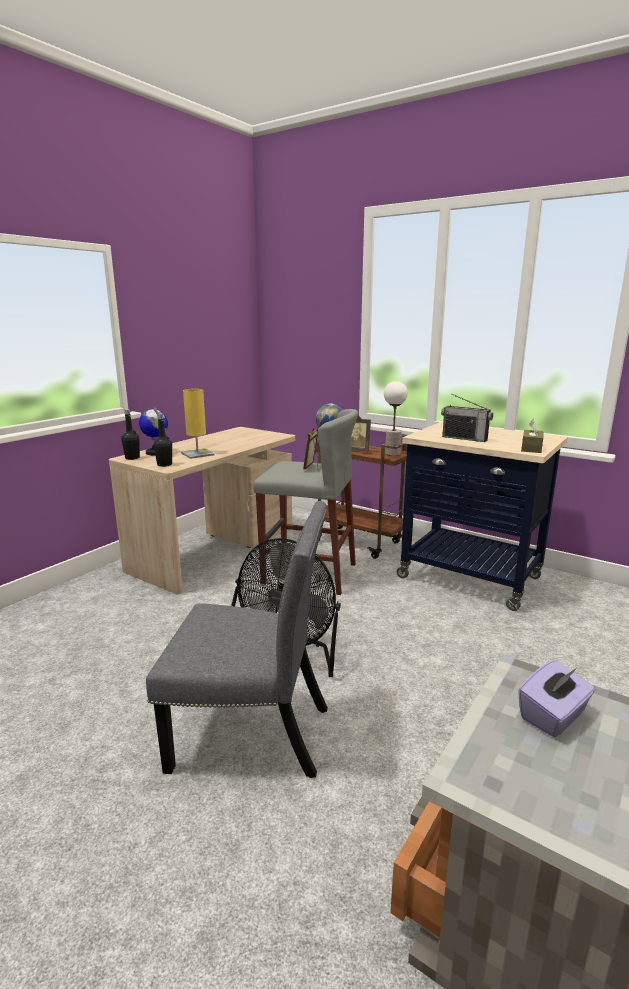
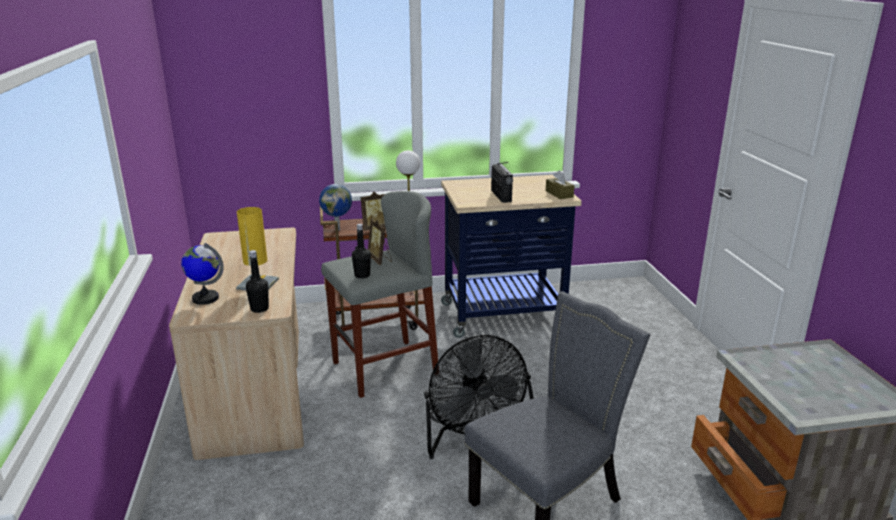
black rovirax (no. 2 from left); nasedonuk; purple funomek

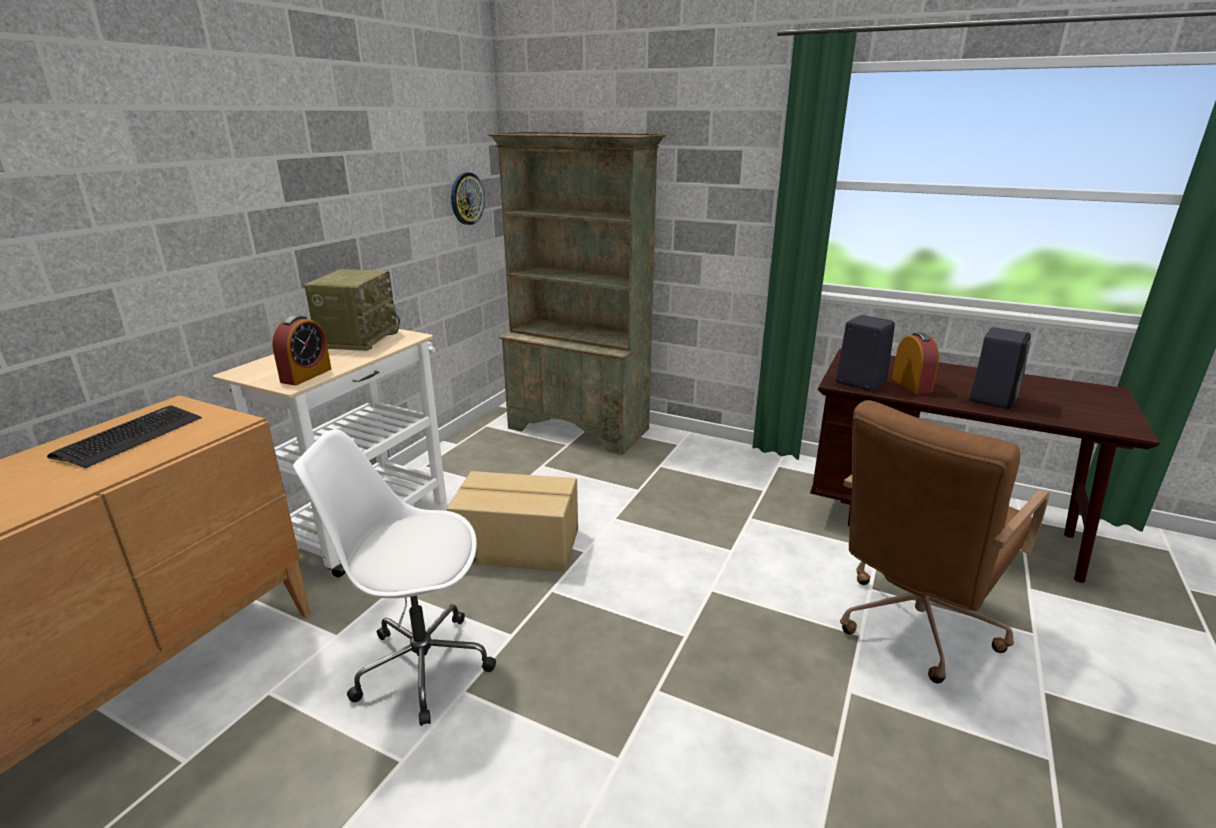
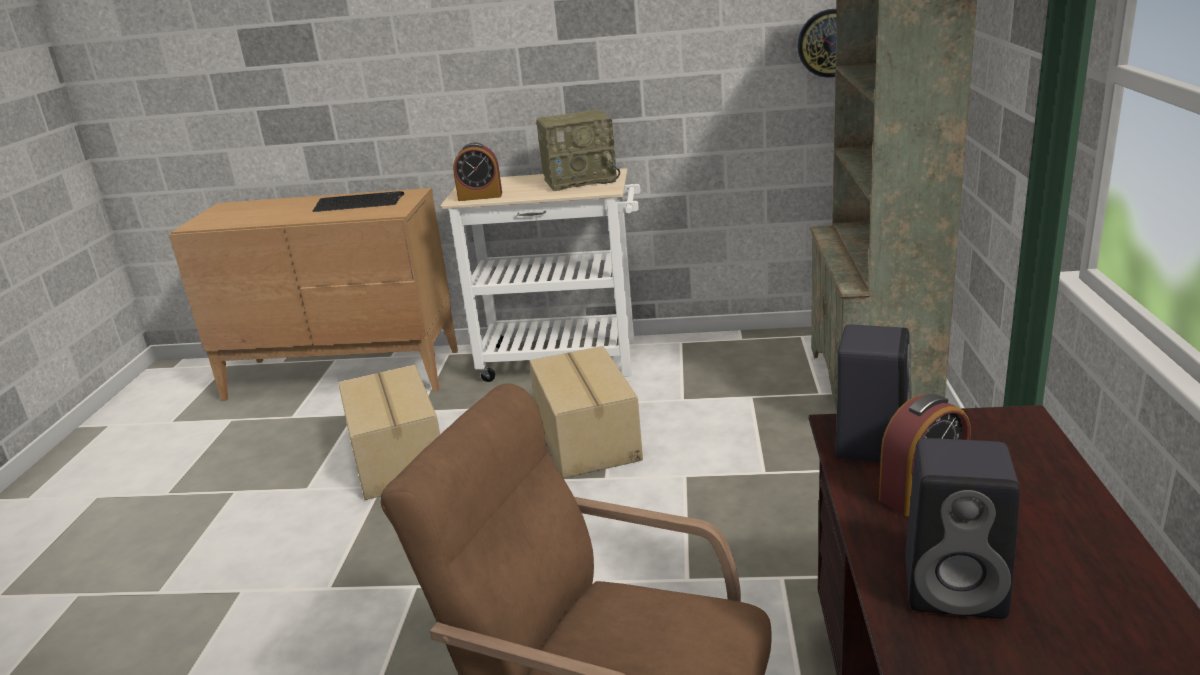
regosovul (no. 1 from left)

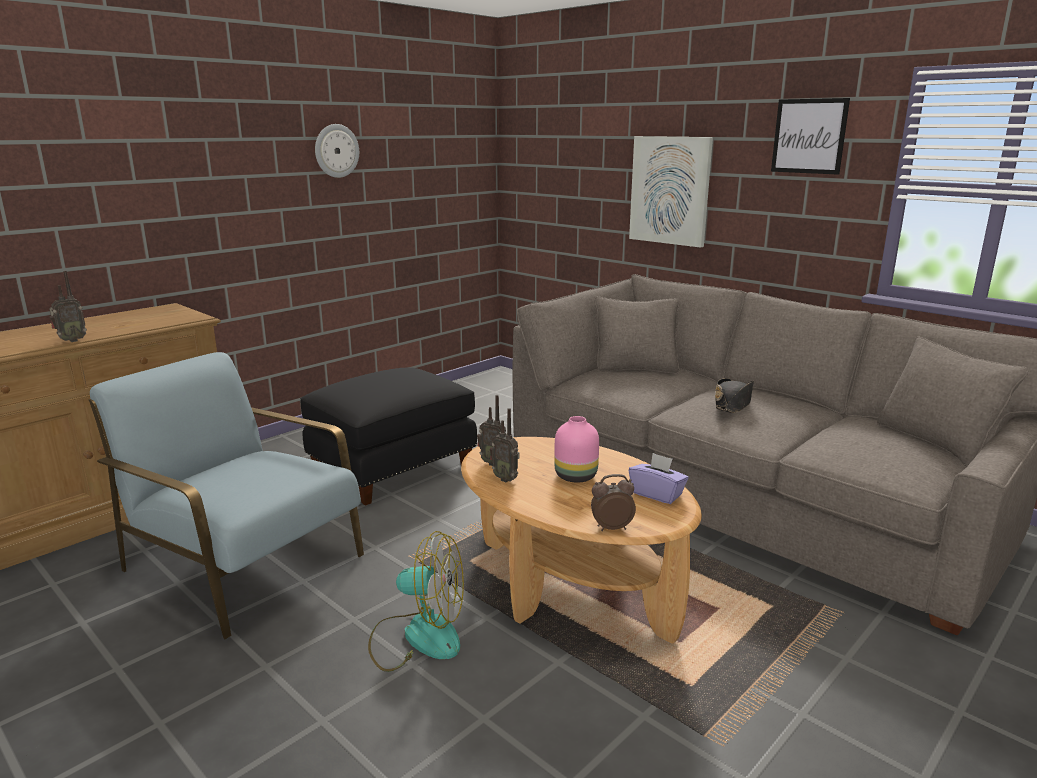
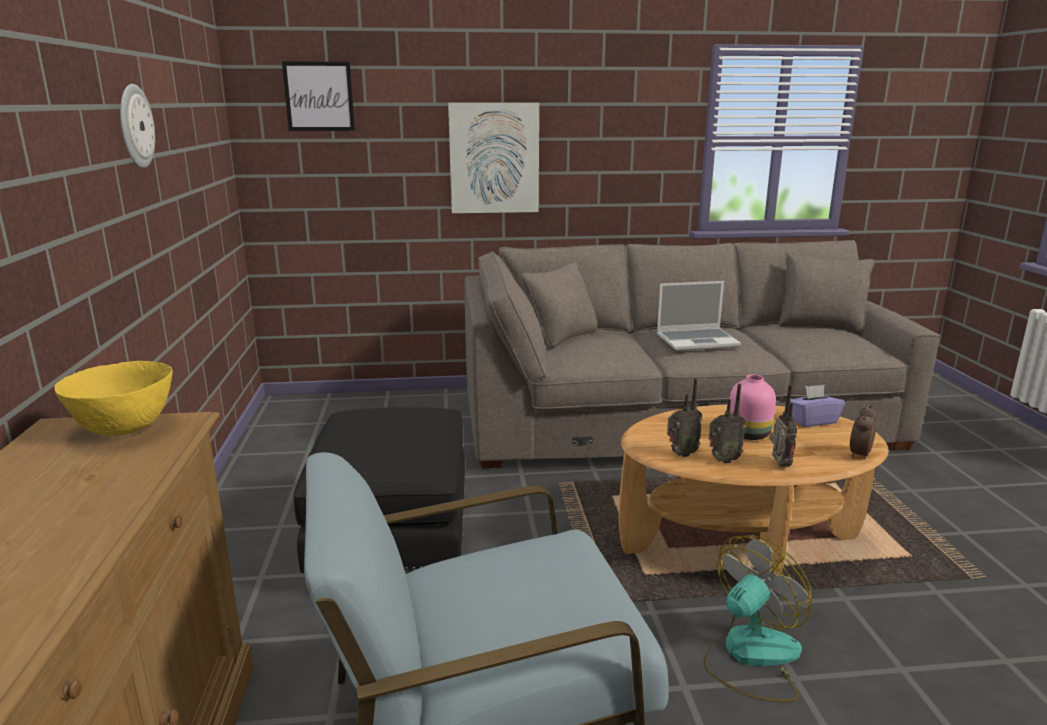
nasedonuk (no. 3 from left); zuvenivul; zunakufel (no. 1 from left); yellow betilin

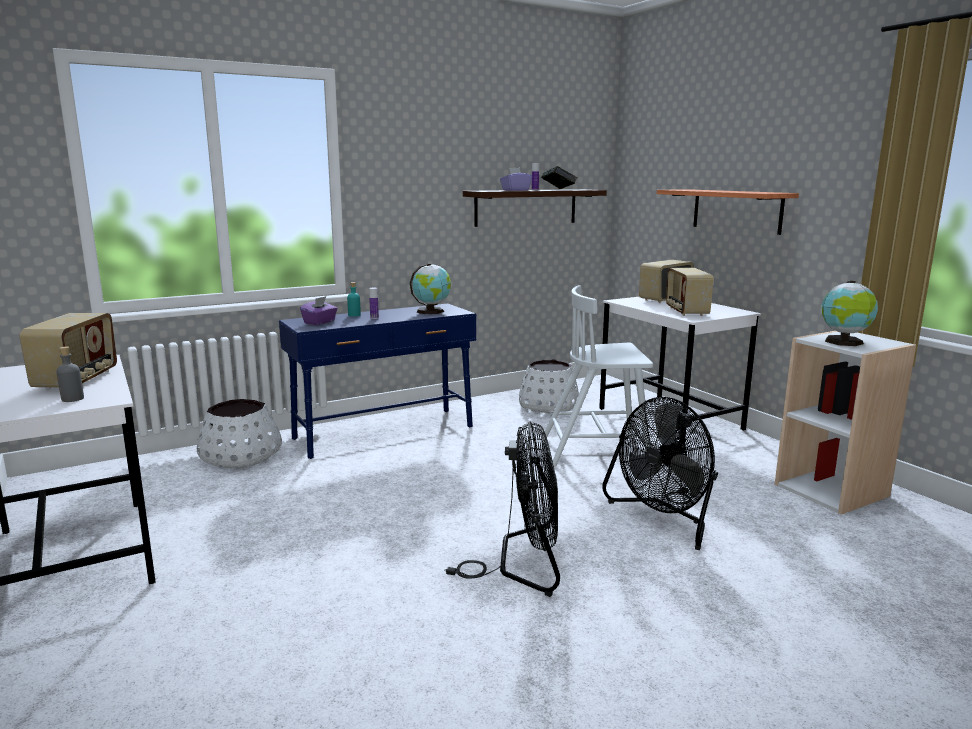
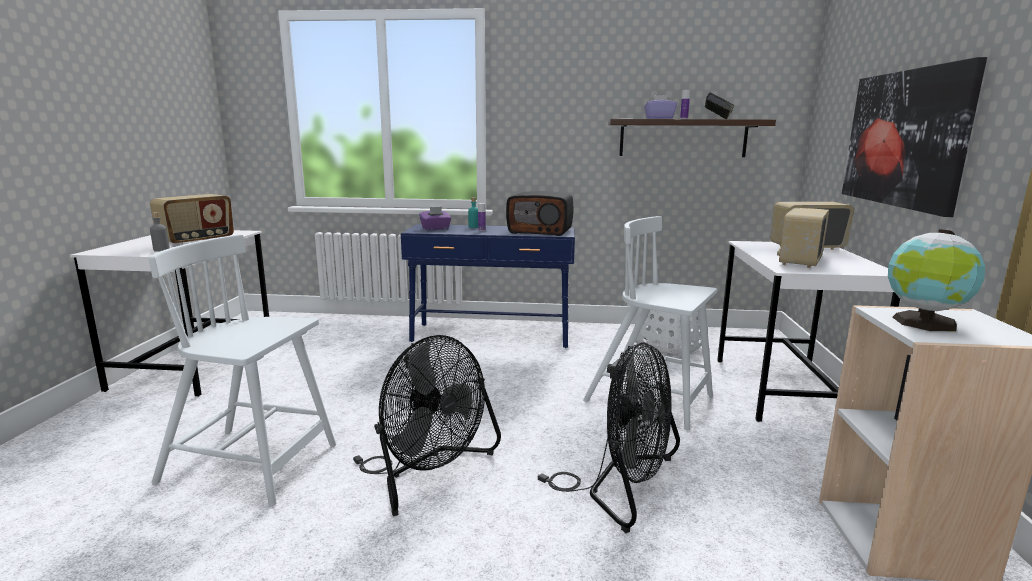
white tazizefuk (no. 1 from left in the first image); nasedonuk (no. 2 from left); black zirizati (no. 2 from left); zunakufel; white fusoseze (no. 1 from left)

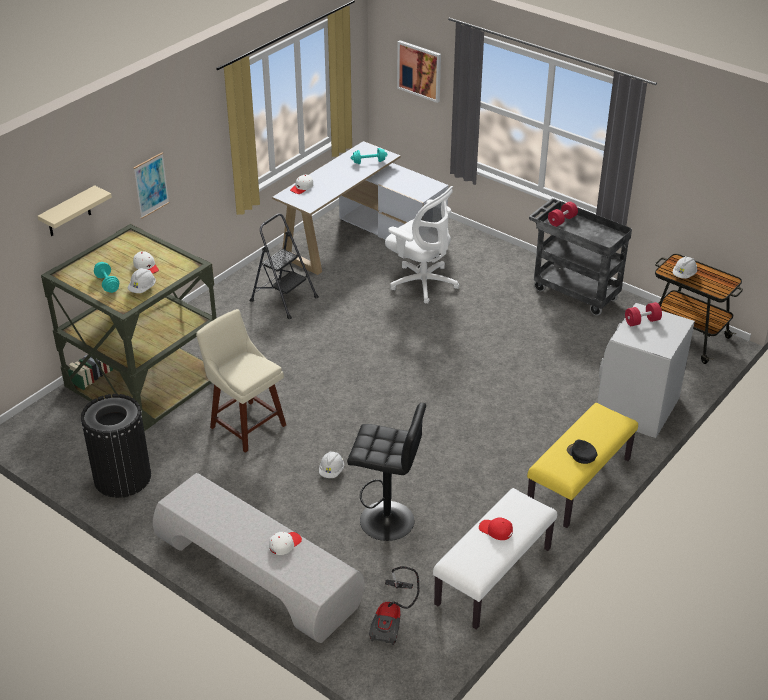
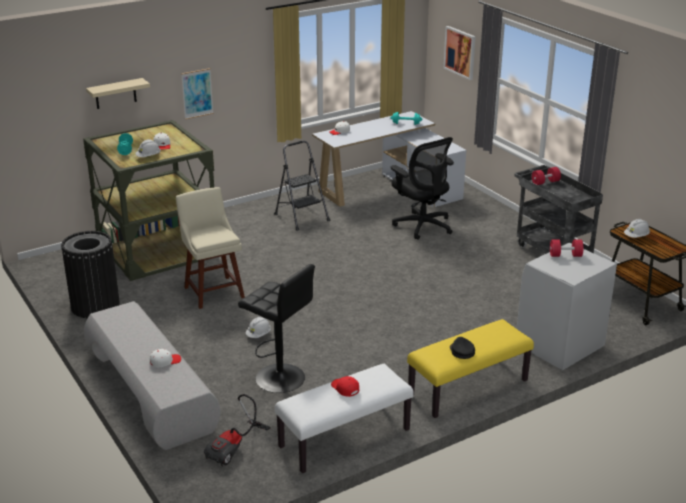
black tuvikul

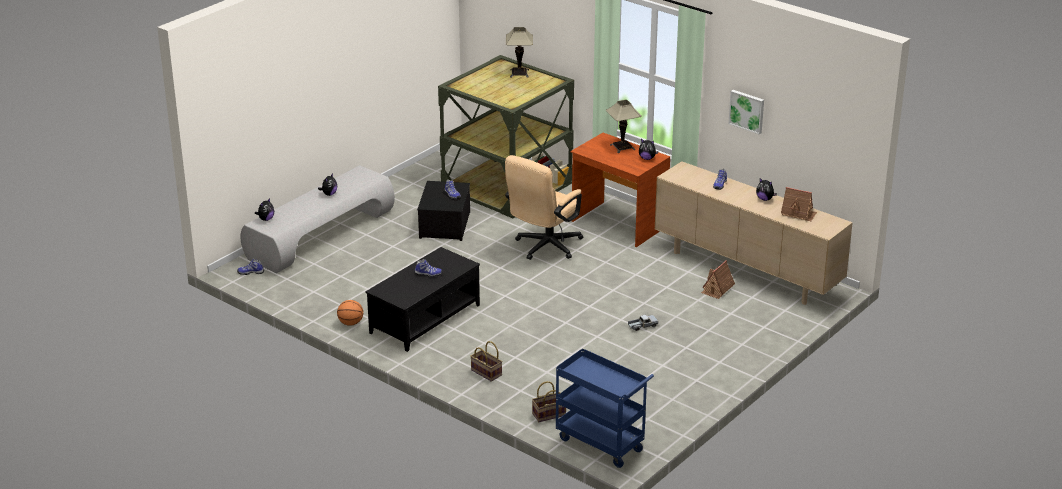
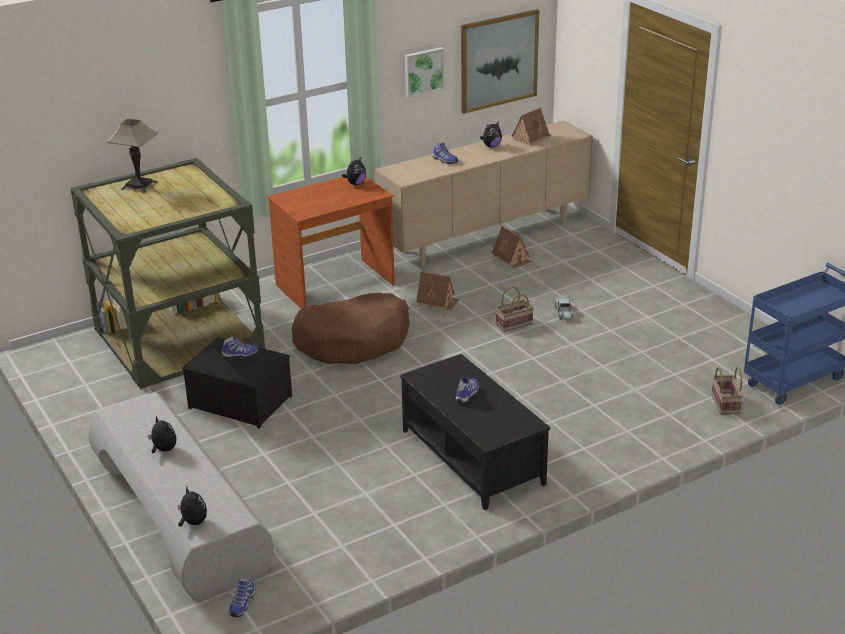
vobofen; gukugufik (no. 1 from left); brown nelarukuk; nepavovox (no. 2 from left in the first image); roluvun (no. 1 from left); zunakufel (no. 2 from left)

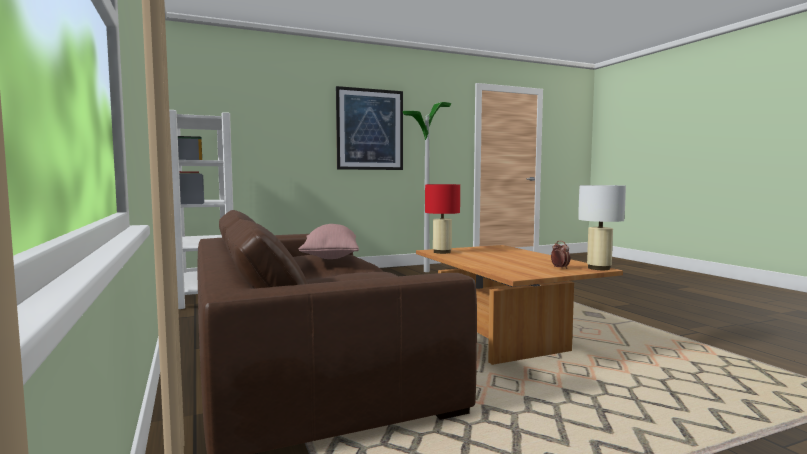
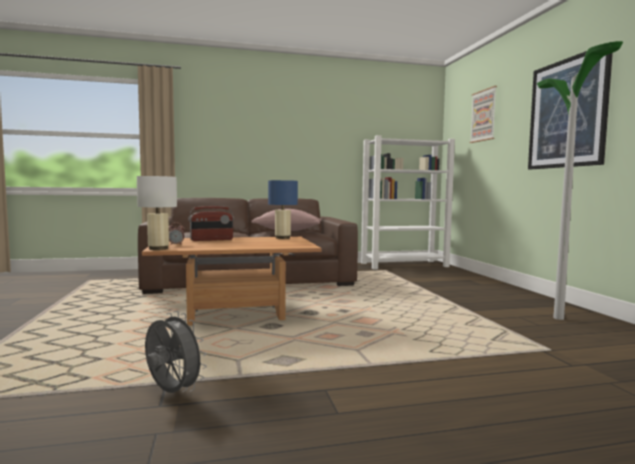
blue nepavovox; grey zirizati; nasedonuk; zunakufel (no. 1 from left)

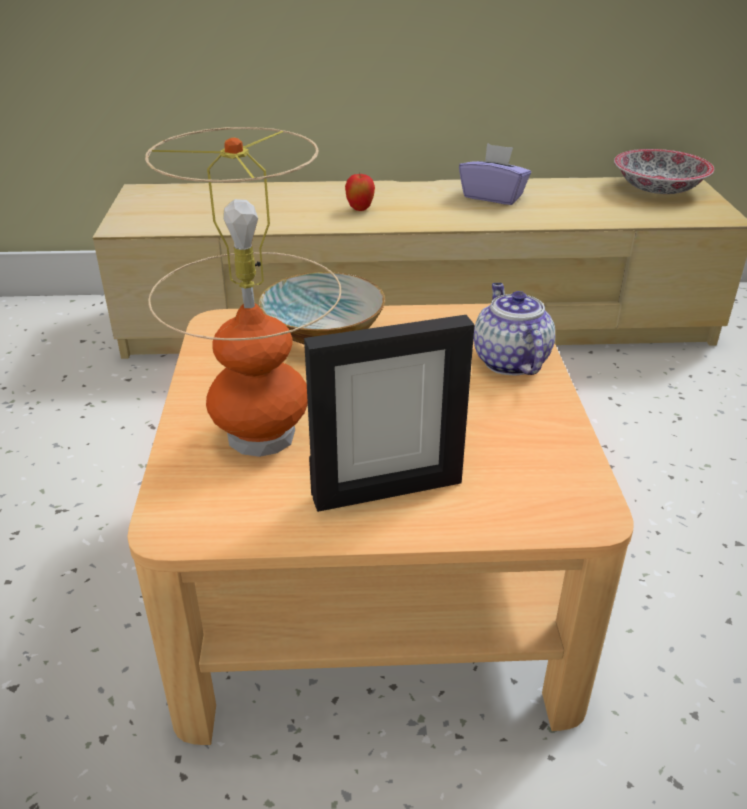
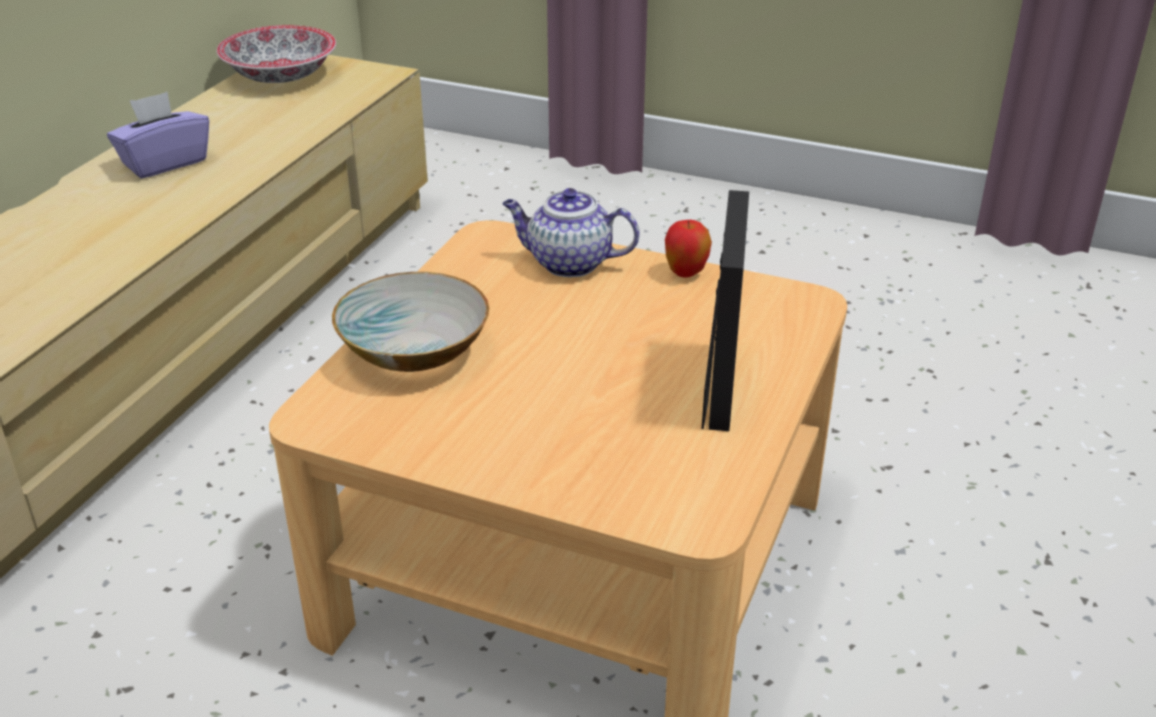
nepavovox; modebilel

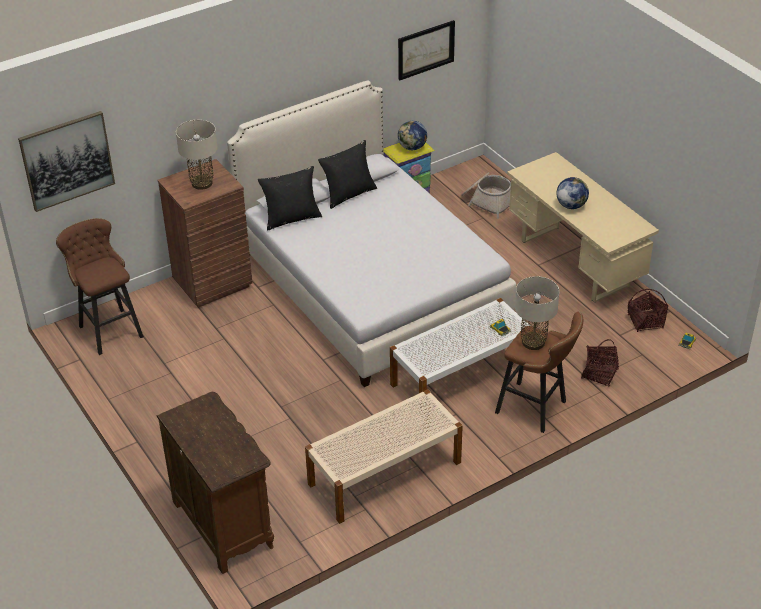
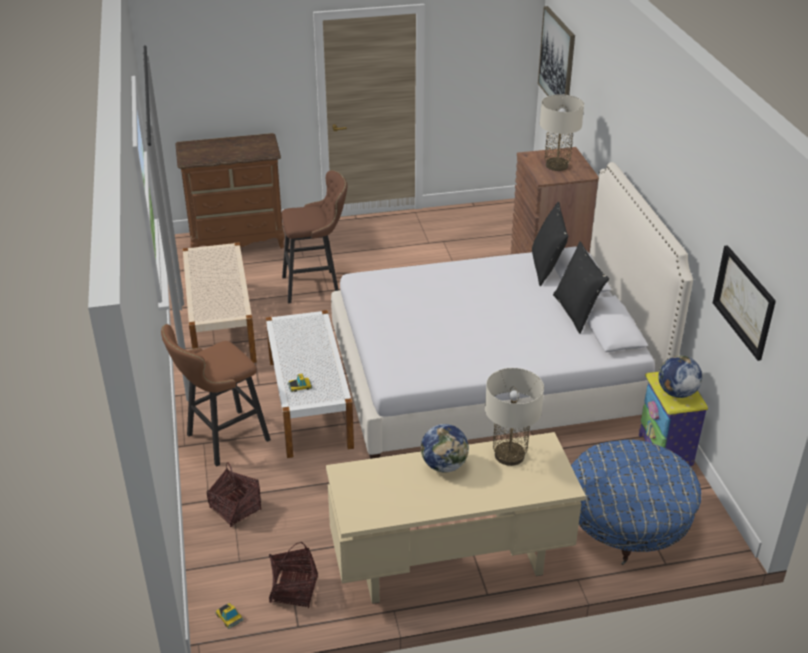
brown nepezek (no. 2 from left); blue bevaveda; nepavovox (no. 1 from left)

